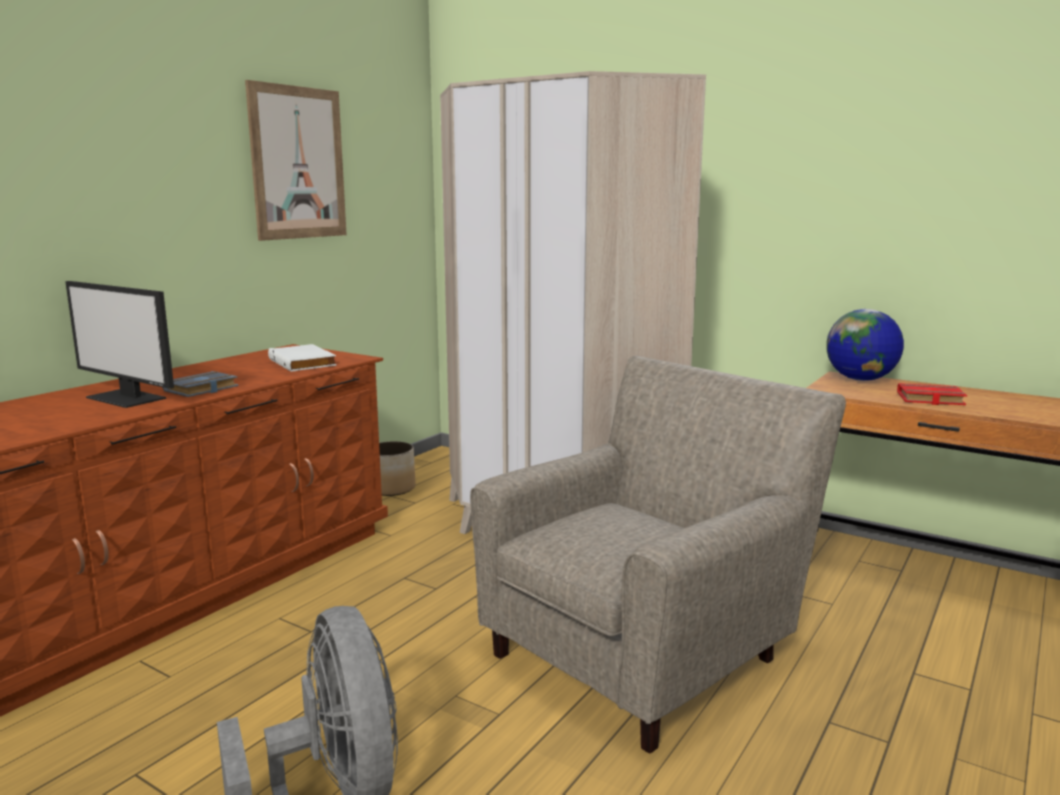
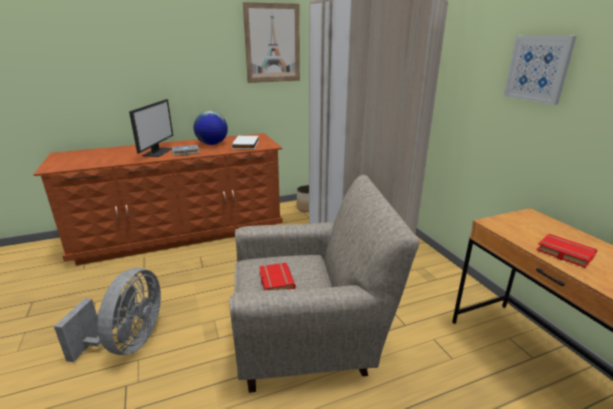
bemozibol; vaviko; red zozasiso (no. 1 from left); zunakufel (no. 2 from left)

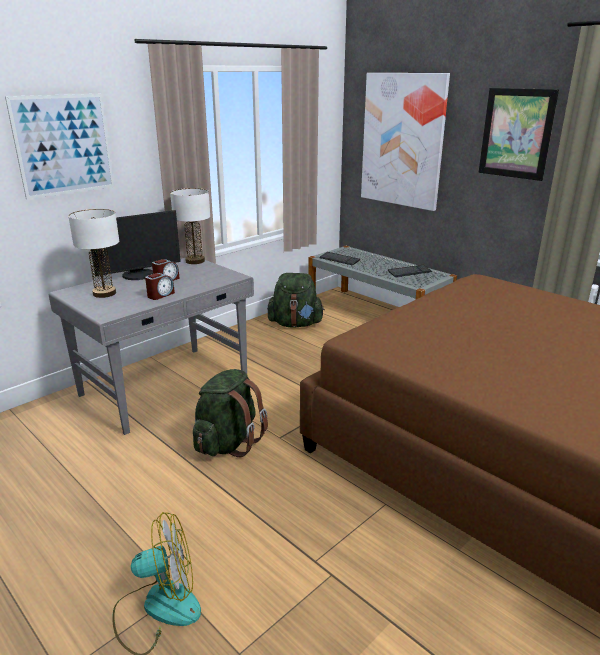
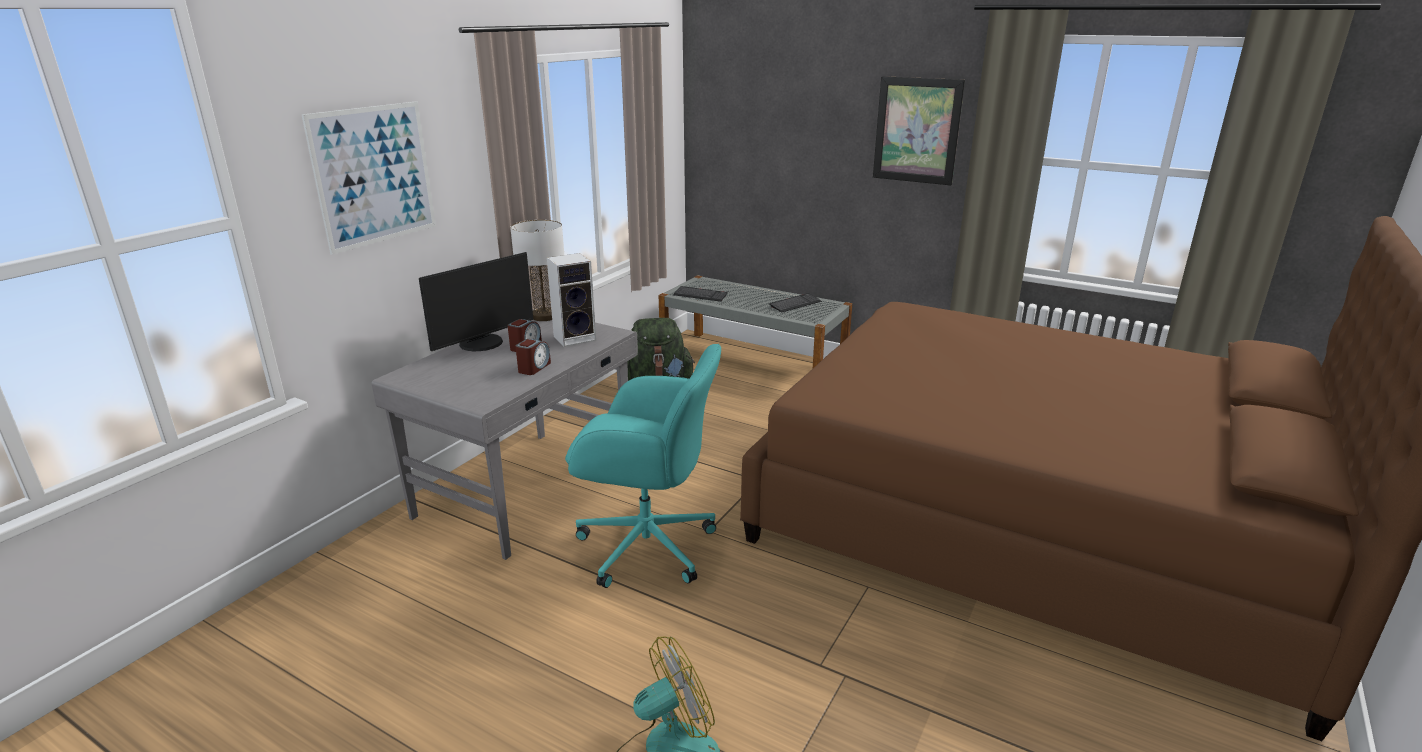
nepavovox (no. 1 from left in the first image); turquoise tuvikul; zunakufel (no. 2 from left in the first image); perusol

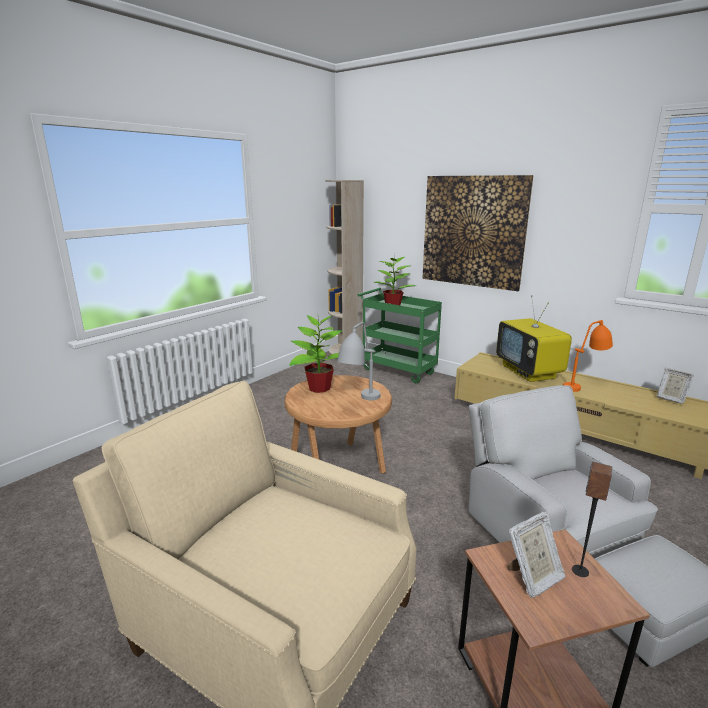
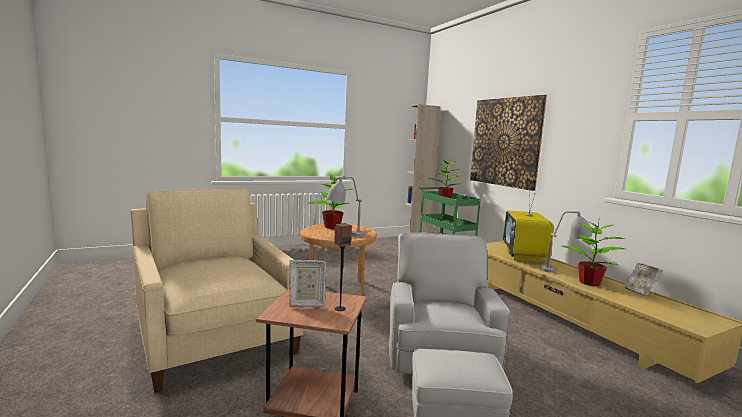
grey nepavovox (no. 2 from left); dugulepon (no. 3 from left)

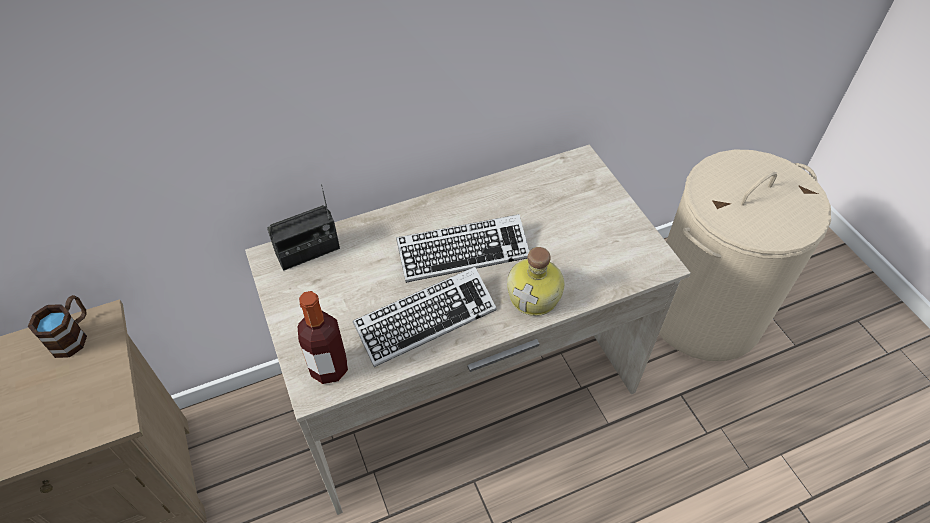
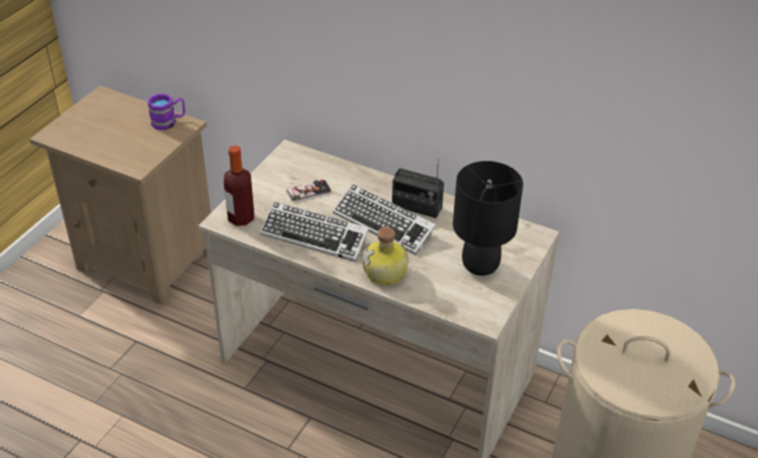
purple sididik; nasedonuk; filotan; black nepavovox

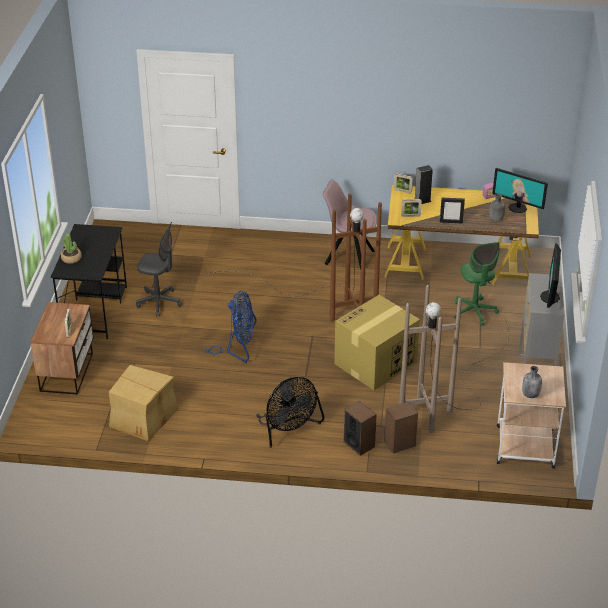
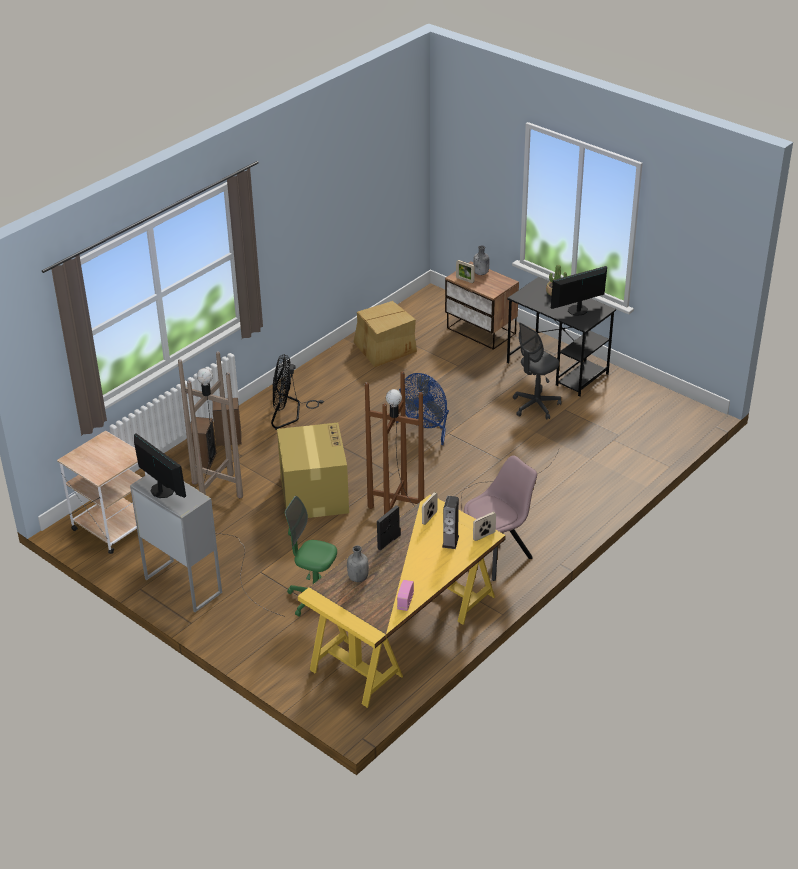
bemozibol (no. 2 from left); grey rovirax (no. 2 from left)

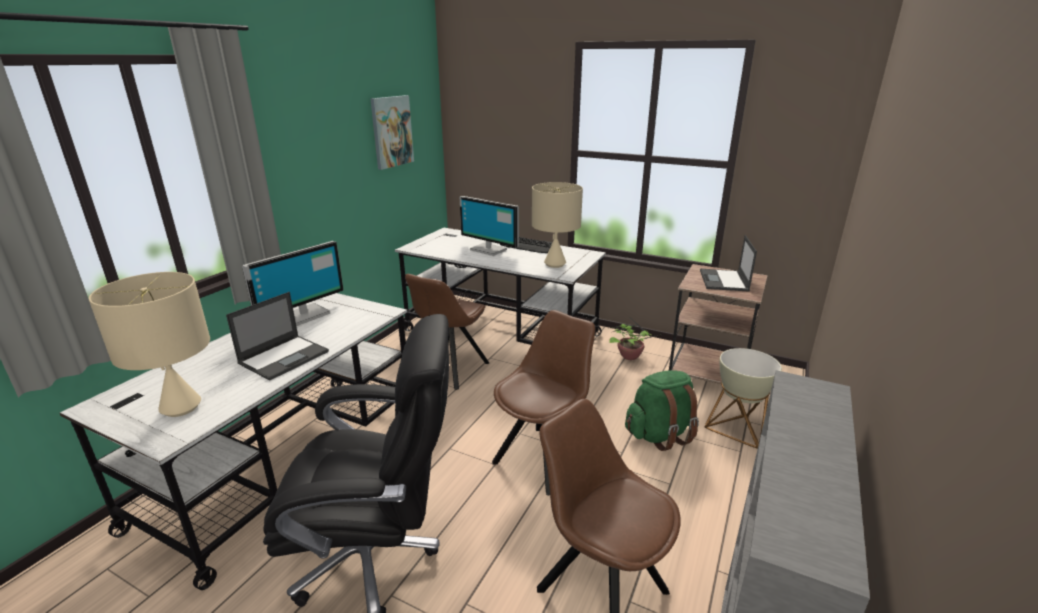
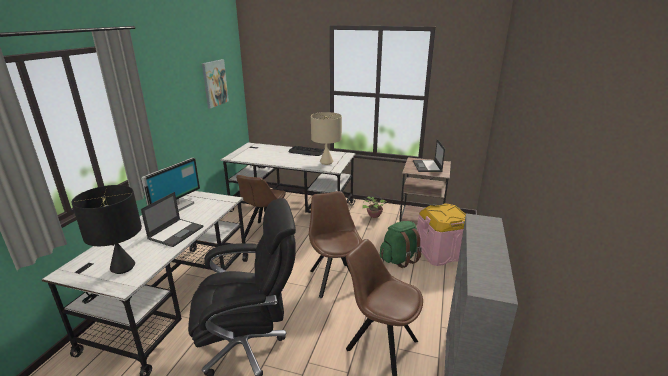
black nepavovox; bemozibol (no. 2 from left in the first image); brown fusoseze (no. 2 from left); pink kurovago

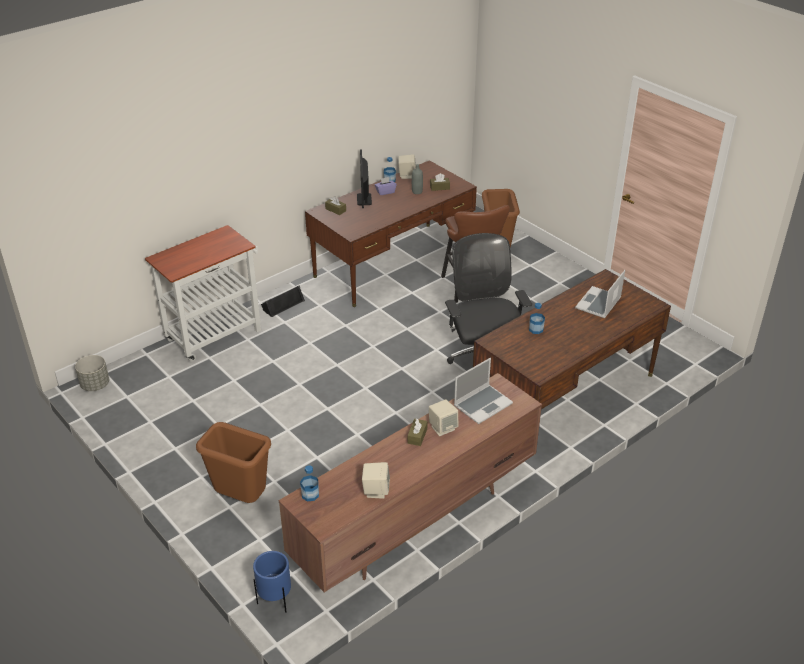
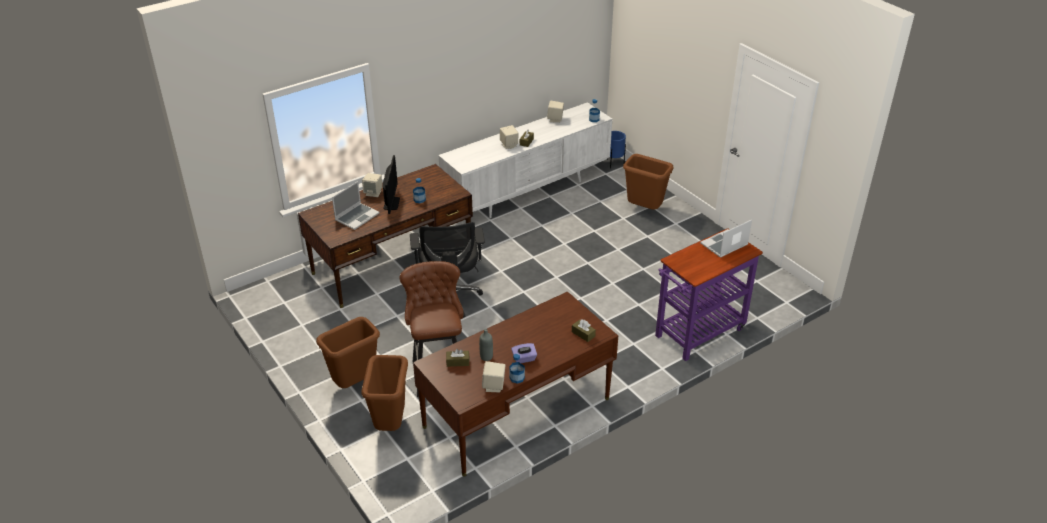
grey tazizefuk; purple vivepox; black perusol; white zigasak; bemozibol; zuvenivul (no. 2 from left); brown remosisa (no. 1 from left); beige perusol (no. 1 from left)

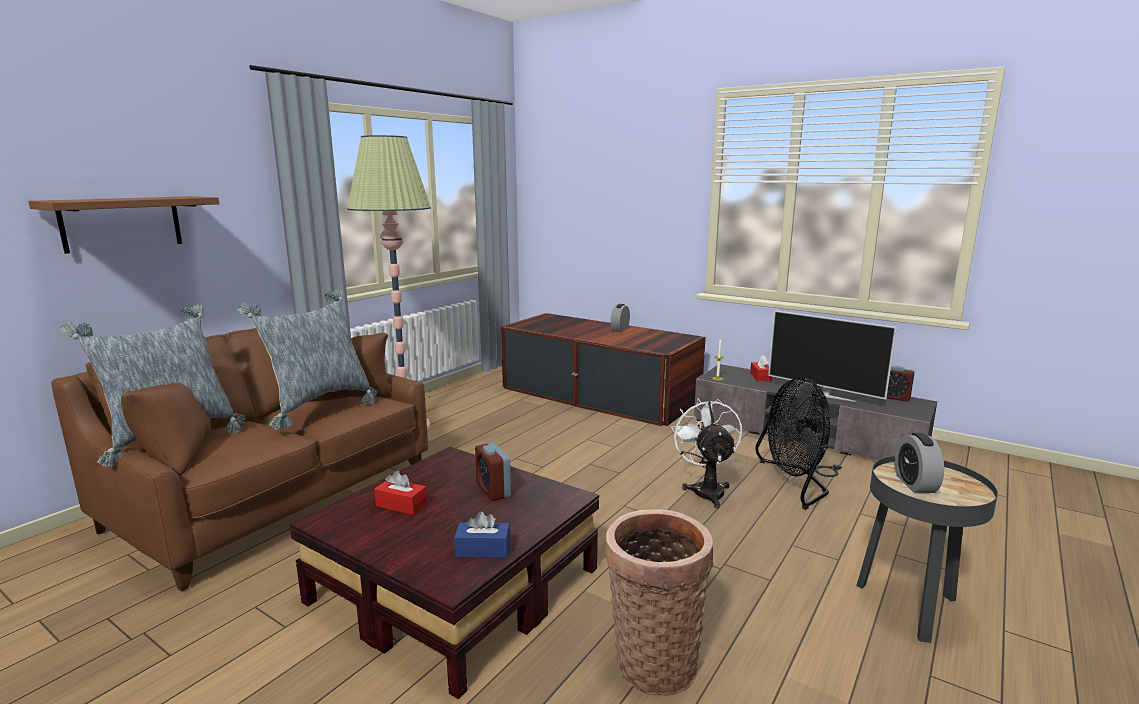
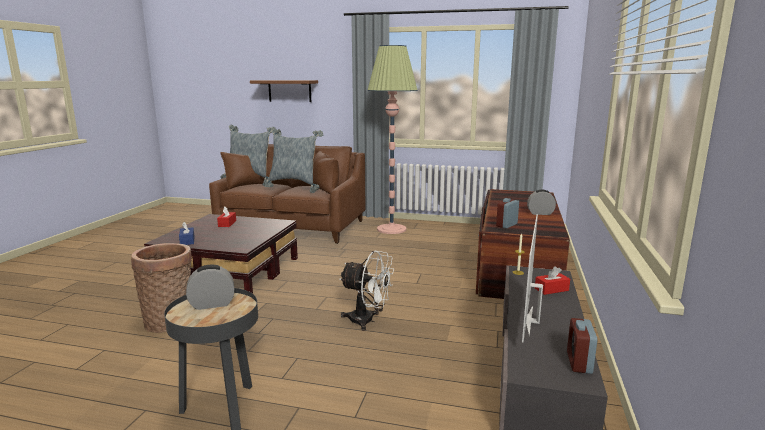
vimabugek (no. 2 from left); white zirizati; black zirizati

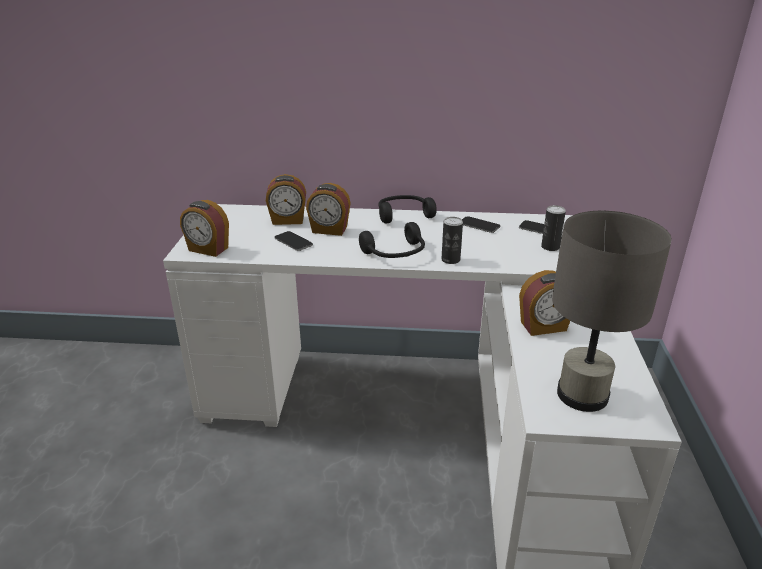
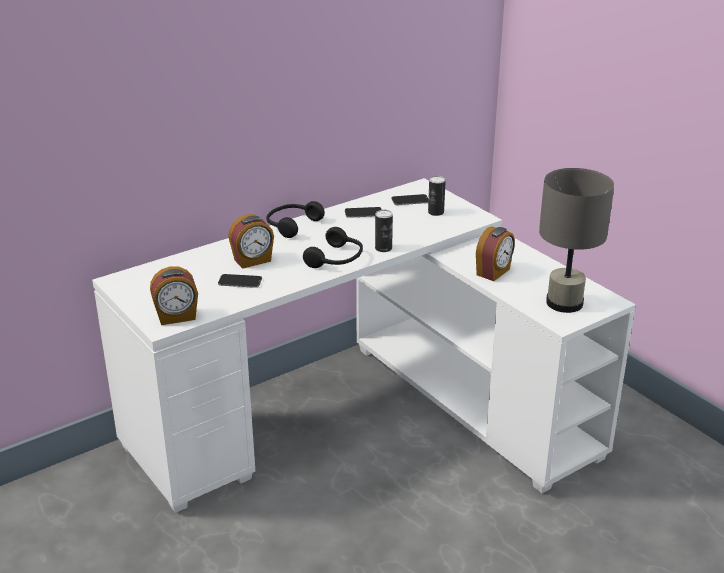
vimabugek (no. 2 from left in the first image)

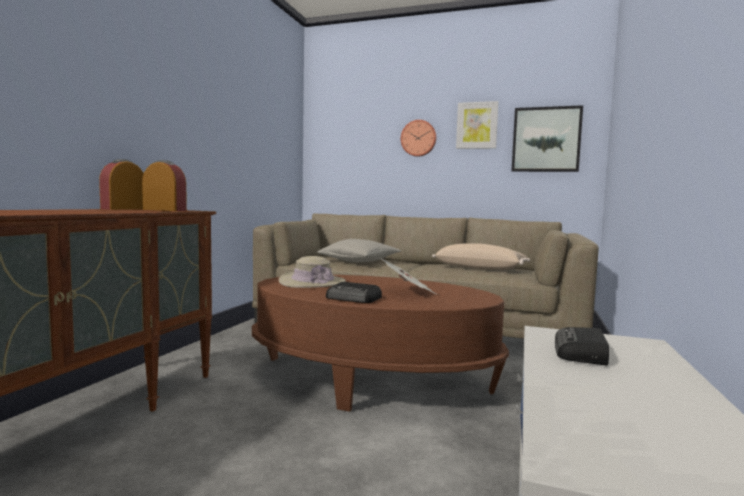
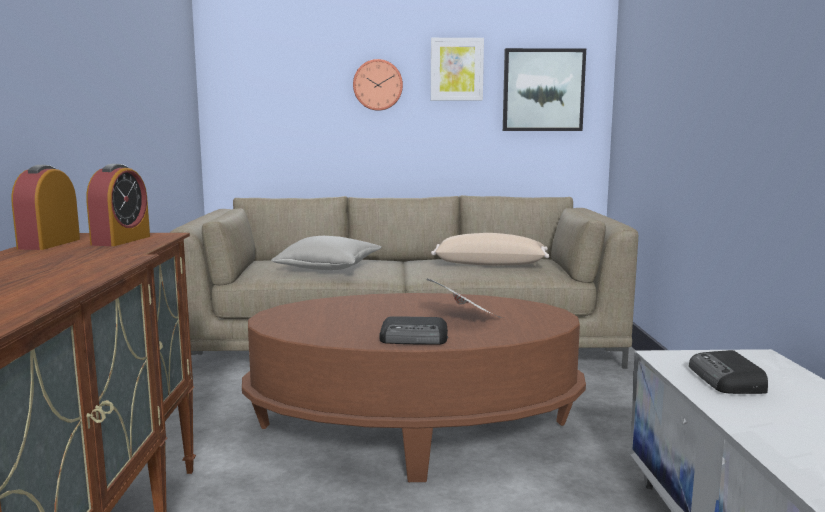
vimabugek (no. 2 from left); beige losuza

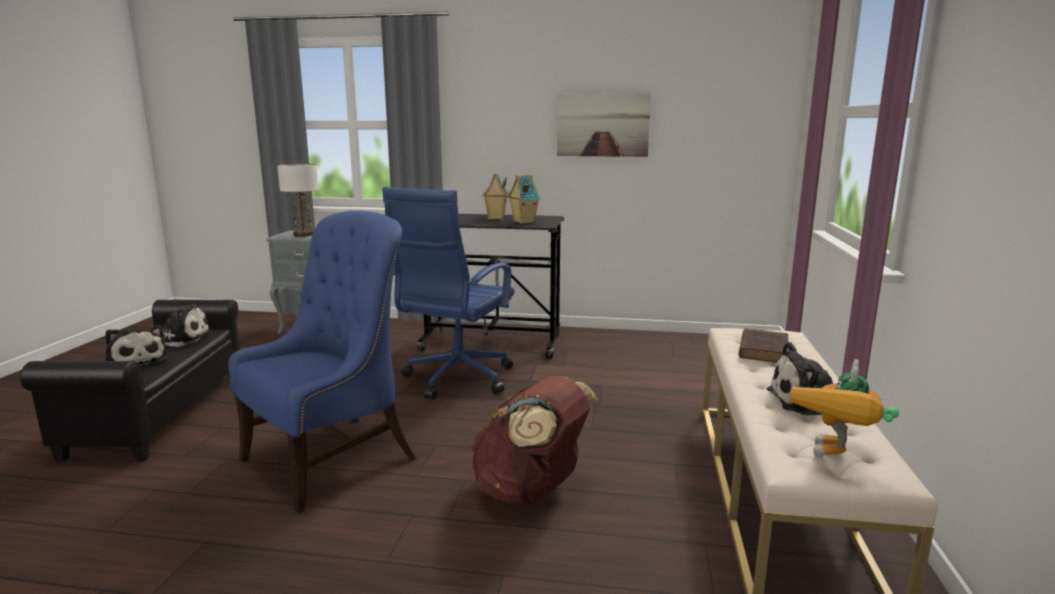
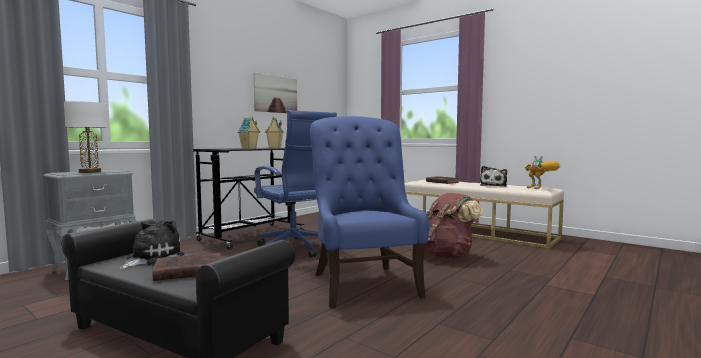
brown zozasiso (no. 1 from left)

